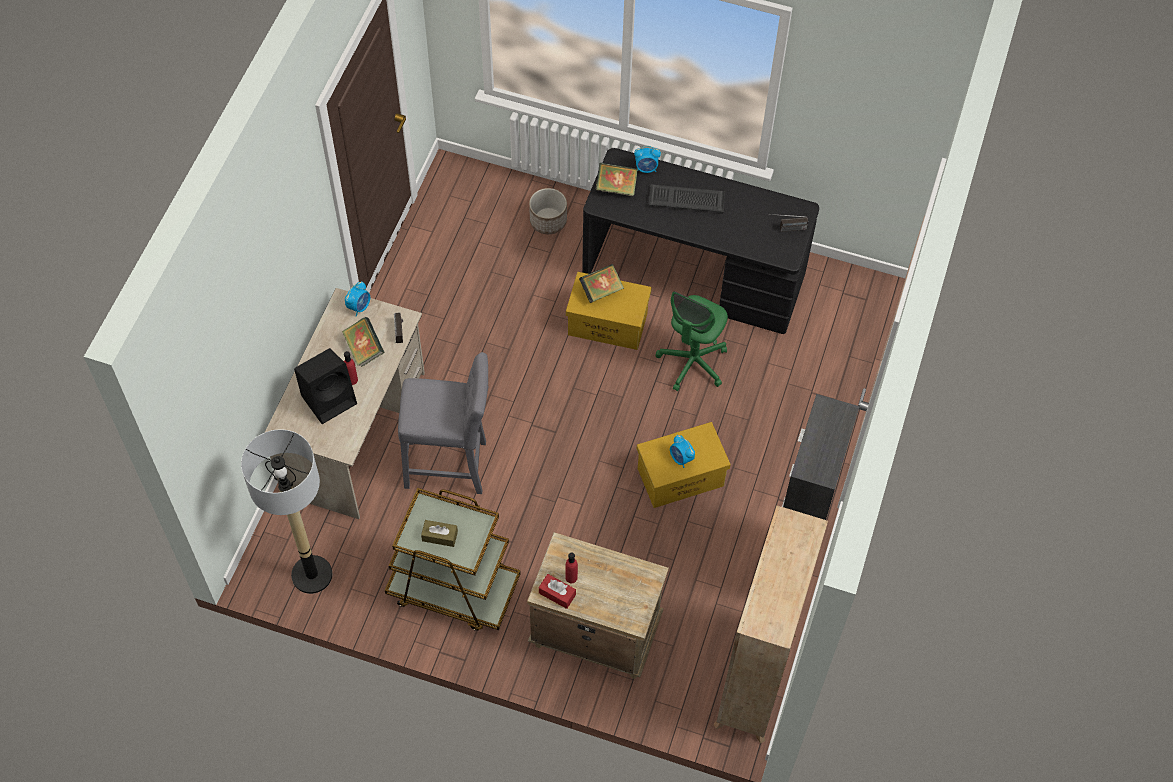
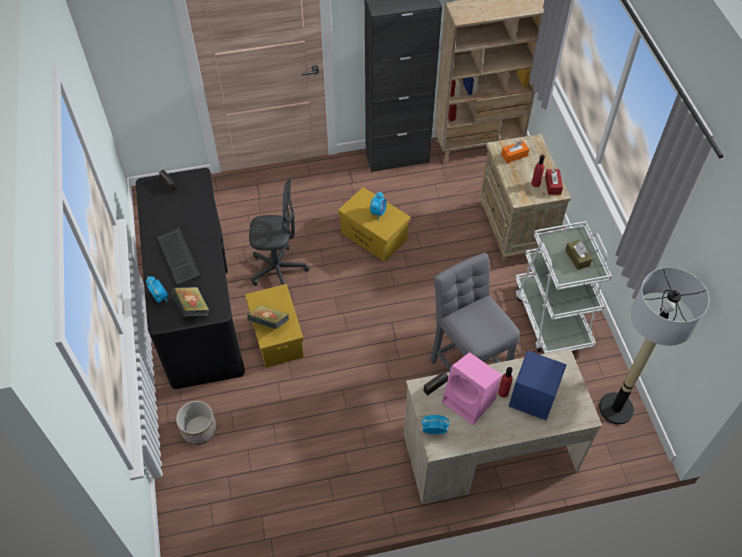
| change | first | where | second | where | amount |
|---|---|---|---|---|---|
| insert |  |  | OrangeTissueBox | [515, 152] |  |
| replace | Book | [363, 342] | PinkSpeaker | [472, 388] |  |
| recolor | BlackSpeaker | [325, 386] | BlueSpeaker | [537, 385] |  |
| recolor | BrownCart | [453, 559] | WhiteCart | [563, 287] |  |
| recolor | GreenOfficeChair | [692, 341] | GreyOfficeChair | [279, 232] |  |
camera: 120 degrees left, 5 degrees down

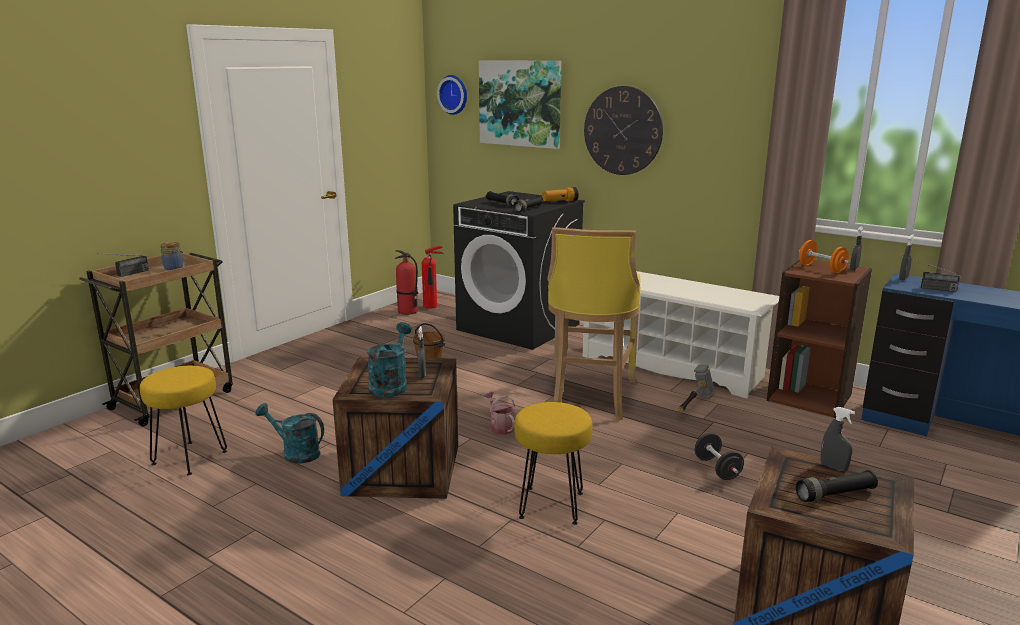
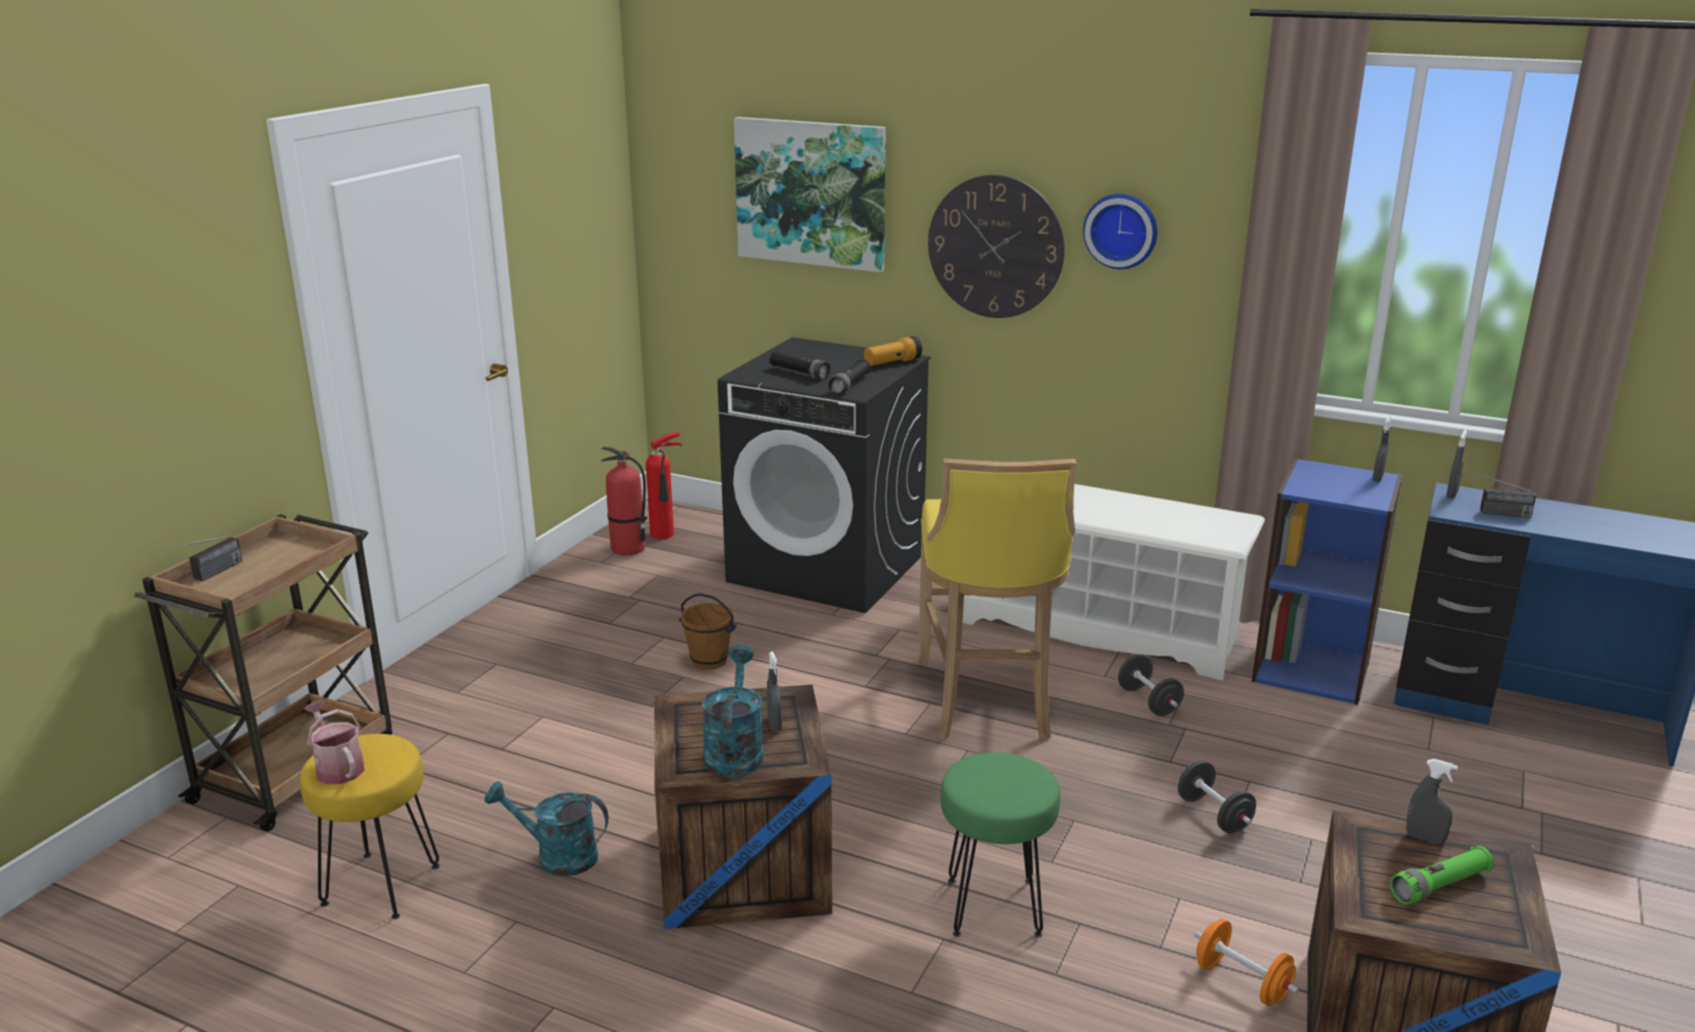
| change | first | where | second | where | amount |
|---|---|---|---|---|---|
| delete | Jar | [171, 256] |  |  |  |
| move | WallClock | [452, 95] |  | [1120, 231] |  |
| move | WateringCan | [499, 413] |  | [334, 742] |  |
| move | OrangeDumbbell | [824, 256] |  | [1246, 962] |  |
| replace | Hammer | [696, 389] | BlackDumbbell | [1151, 685] |  |
| recolor | YellowStool | [553, 463] | GreenStool | [1000, 844] |  |
| recolor | BrownBookcase | [819, 339] | BlueBookcase | [1327, 581] |  |
| recolor | BlackFlashlight | [837, 486] | GreenFlashlight | [1442, 875] |  |
camera: 10 degrees left, 5 degrees up

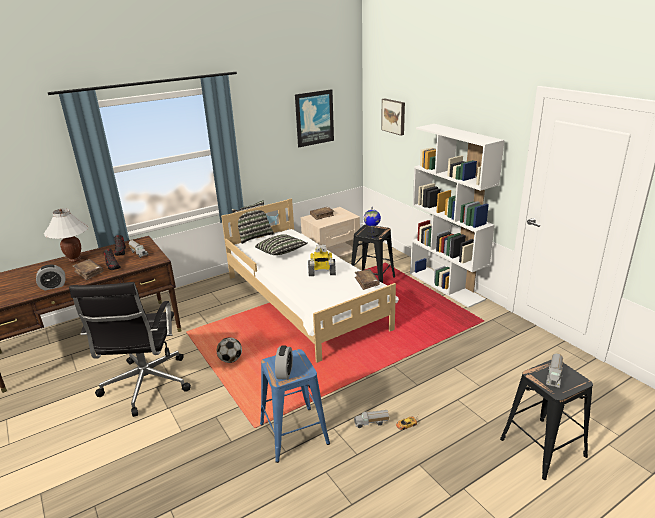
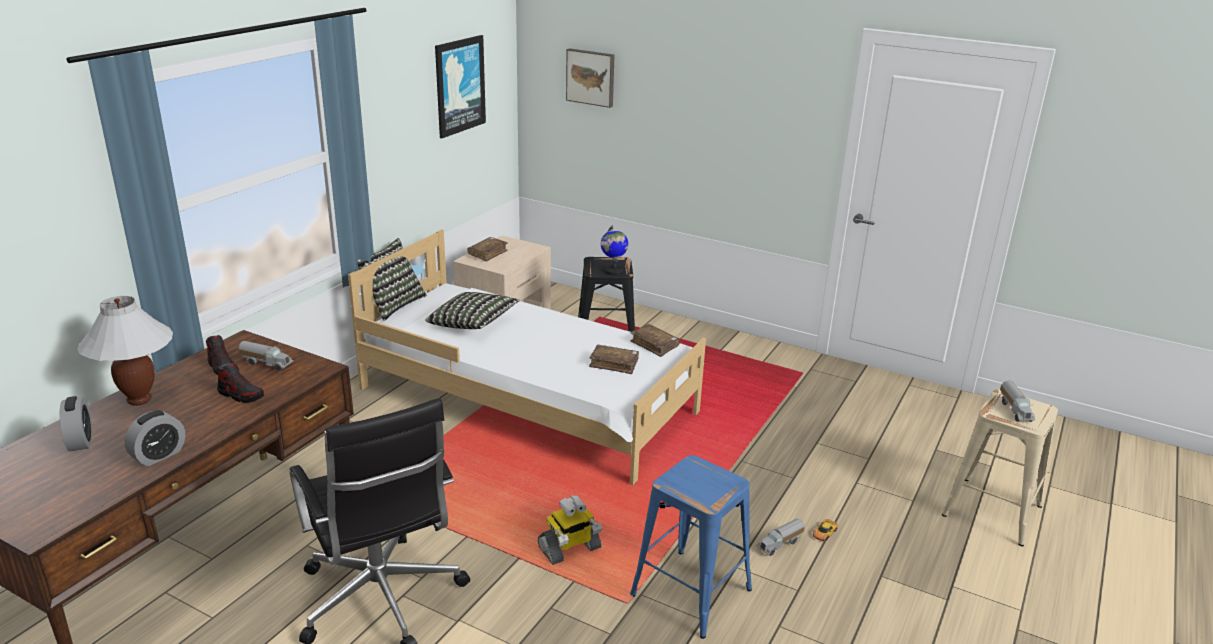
| change | first | where | second | where | amount |
|---|---|---|---|---|---|
| delete | Football | [229, 350] |  |  |  |
| delete | WhiteBookcase | [457, 216] |  |  |  |
| move | BrownBook | [88, 270] |  | [614, 359] |  |
| move | AlarmClock | [284, 363] |  | [76, 423] |  |
| move | ToyRobot | [322, 260] |  | [570, 530] |  |
| recolor | BlackStool | [546, 419] | BeigeStool | [1000, 468] |  |
camera: 30 degrees left, 0 degrees up

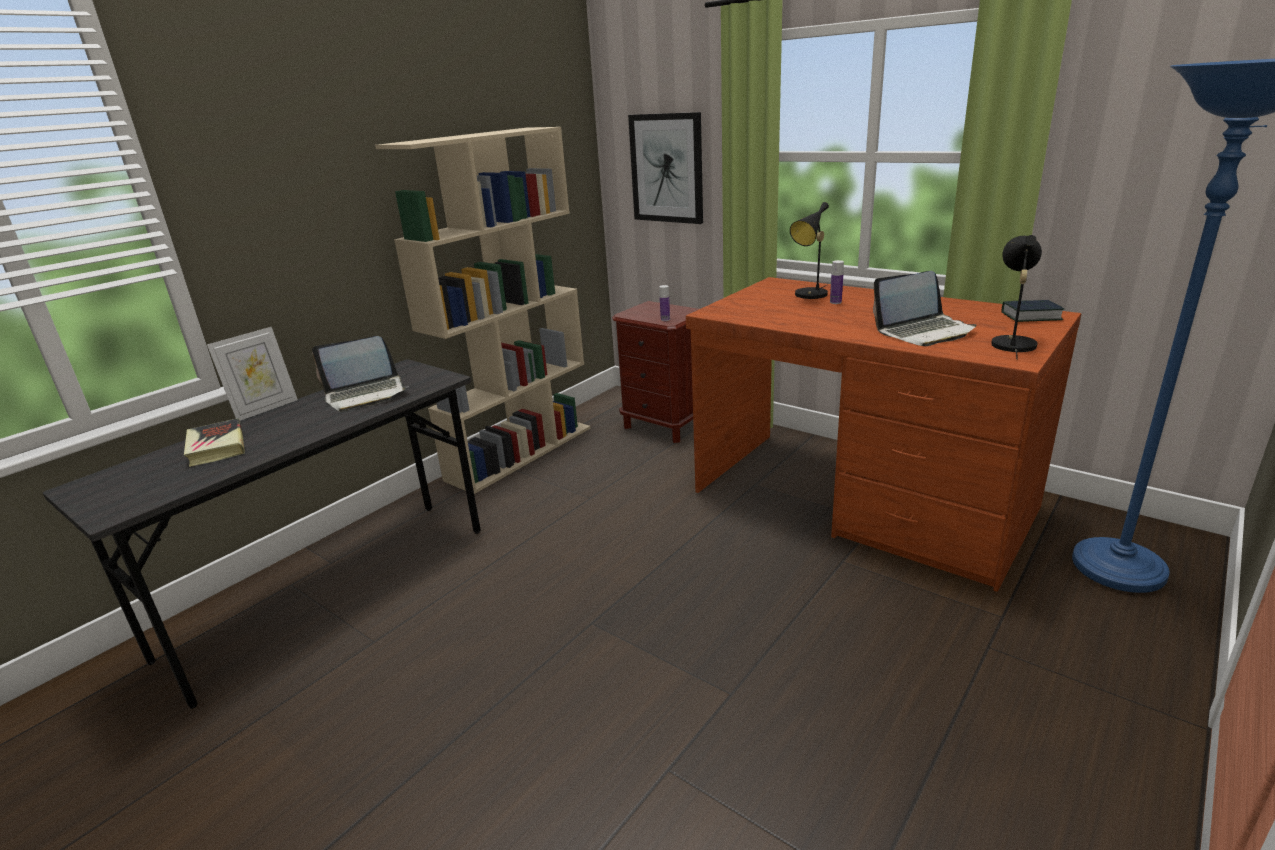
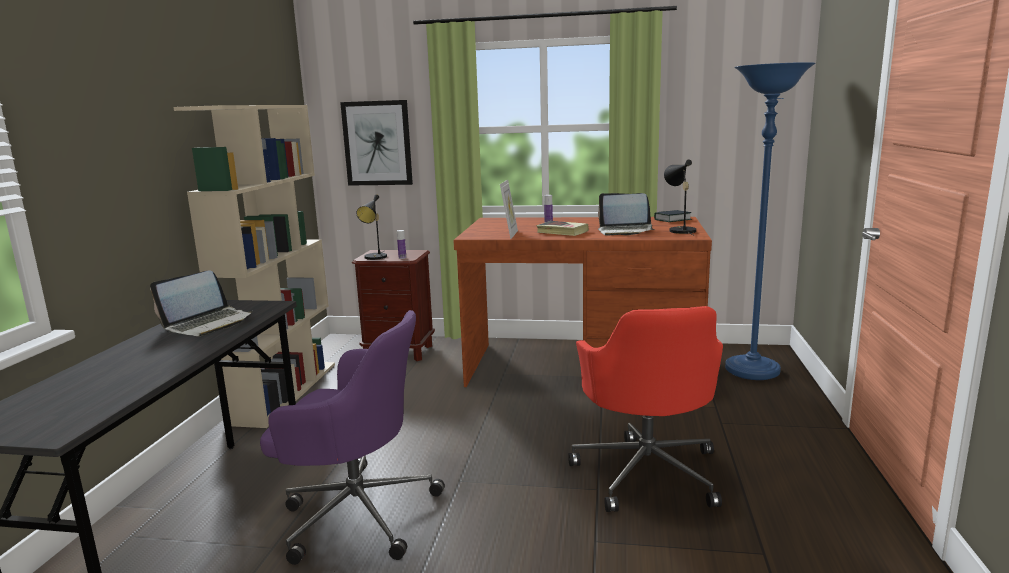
| change | first | where | second | where | amount |
|---|---|---|---|---|---|
| insert |  |  | PurpleOfficeChair | [352, 437] |  |
| insert |  |  | RedOfficeChair | [645, 409] |  |
| move | Book | [214, 442] |  | [563, 228] |  |
| move | PictureFrame | [252, 374] |  | [509, 209] |  |
| move | BlackTableLamp | [809, 250] |  | [371, 227] |  |
| rotate | Laptop | [925, 308] |  | [626, 214] | 60 degrees clockwise |
camera: 30 degrees left, 10 degrees down

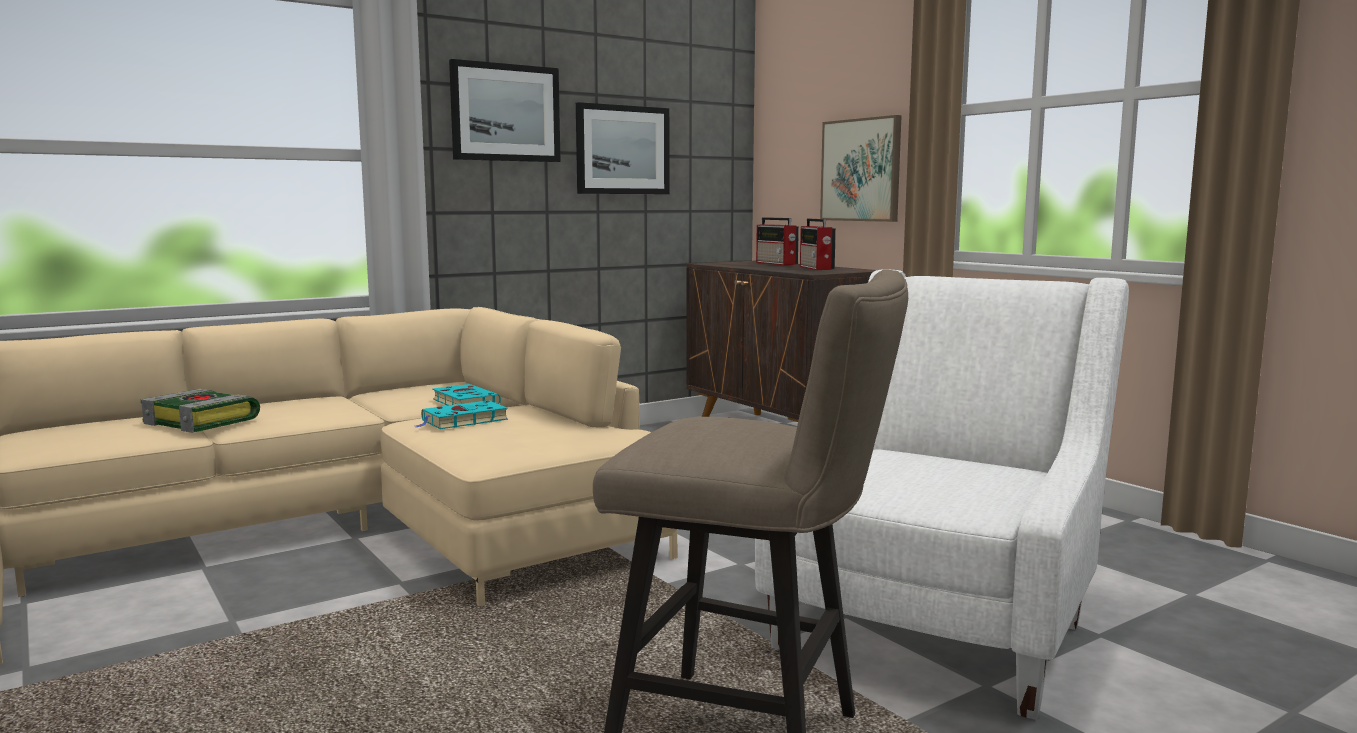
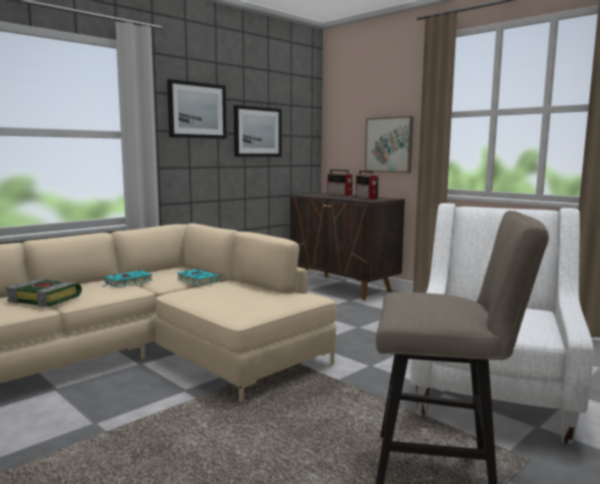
| change | first | where | second | where | amount |
|---|---|---|---|---|---|
| move | TurquoiseBook | [462, 414] |  | [127, 278] |  |
camera: 10 degrees left, 0 degrees up

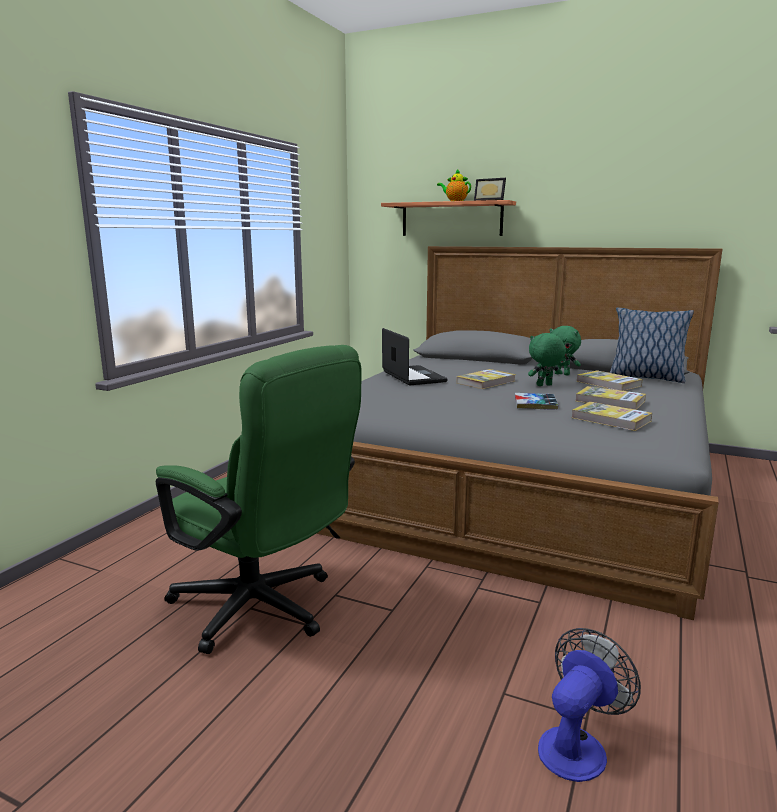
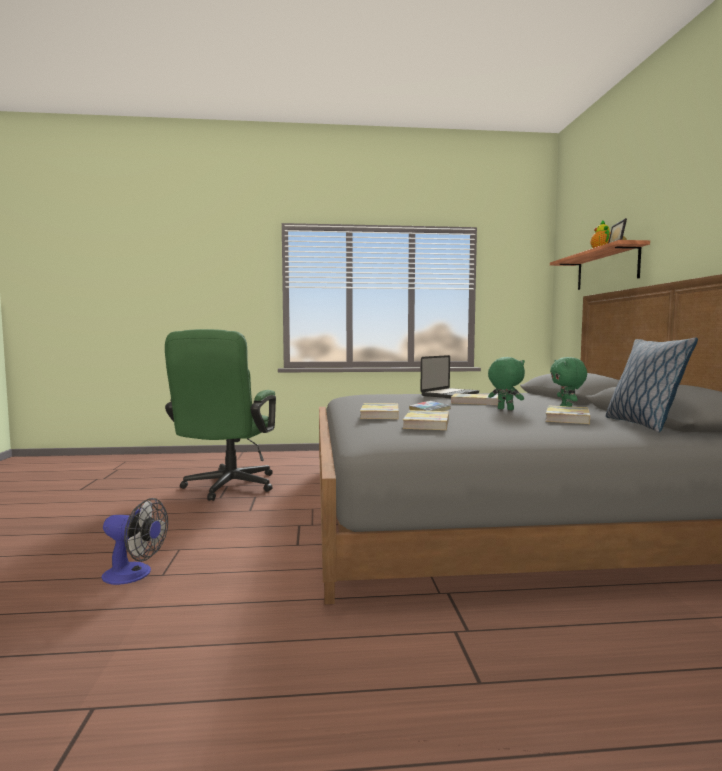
| change | first | where | second | where | amount |
|---|---|---|---|---|---|
| move | Book | [611, 398] |  | [379, 411] |  |
camera: 60 degrees right, 10 degrees down

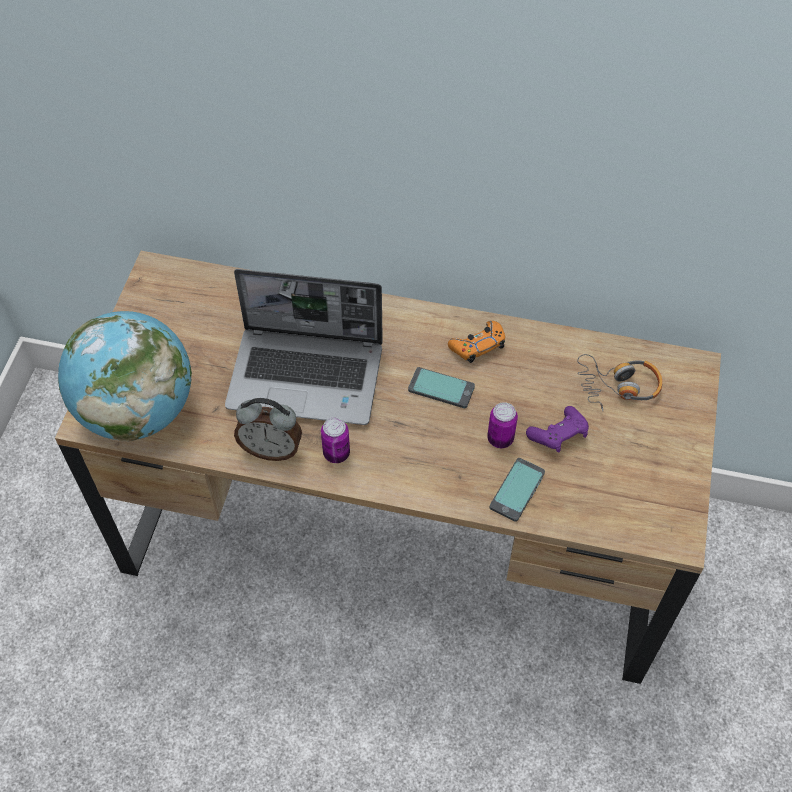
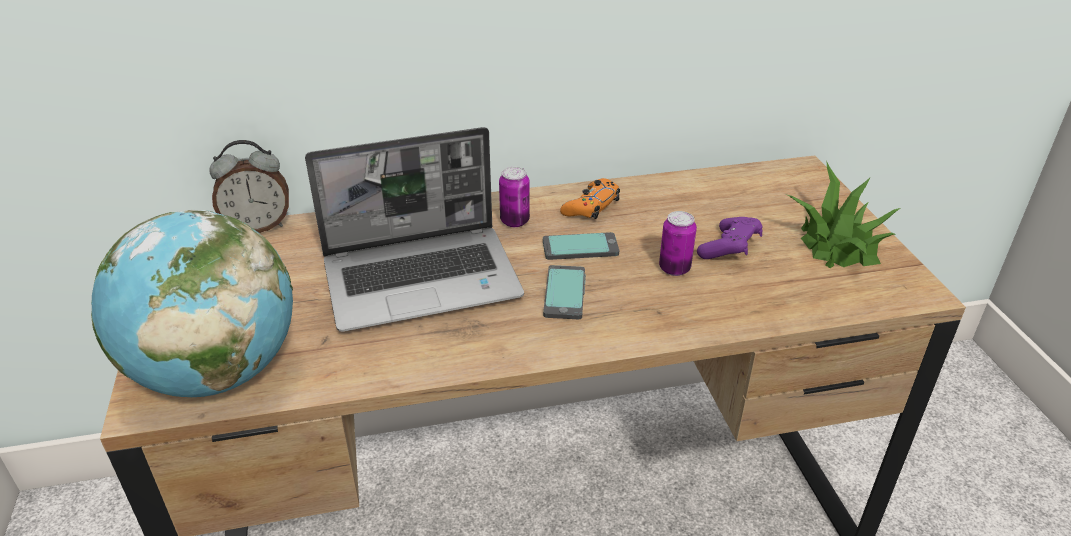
| change | first | where | second | where | amount |
|---|---|---|---|---|---|
| delete | Headphones | [619, 382] |  |  |  |
| insert |  |  | PottedPlant | [843, 215] |  |
| move | AlarmClock | [268, 429] |  | [249, 186] |  |
| move | Can | [335, 440] |  | [514, 197] |  |
| move | Phone | [517, 490] |  | [564, 292] |  |
camera: 25 degrees left, 20 degrees down

